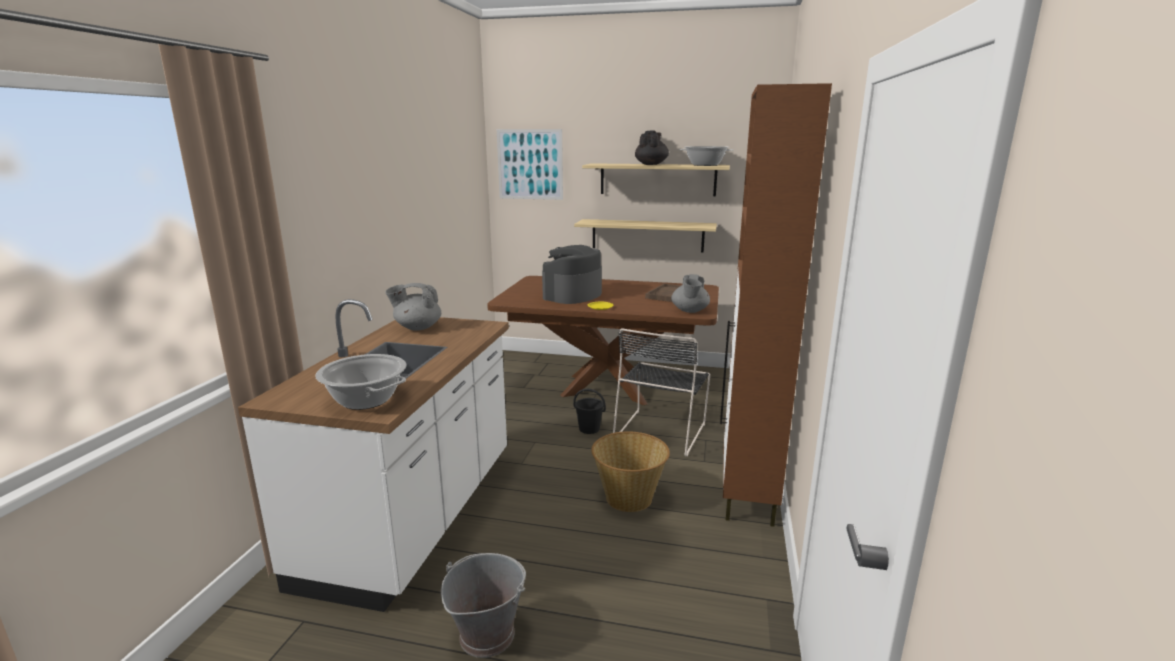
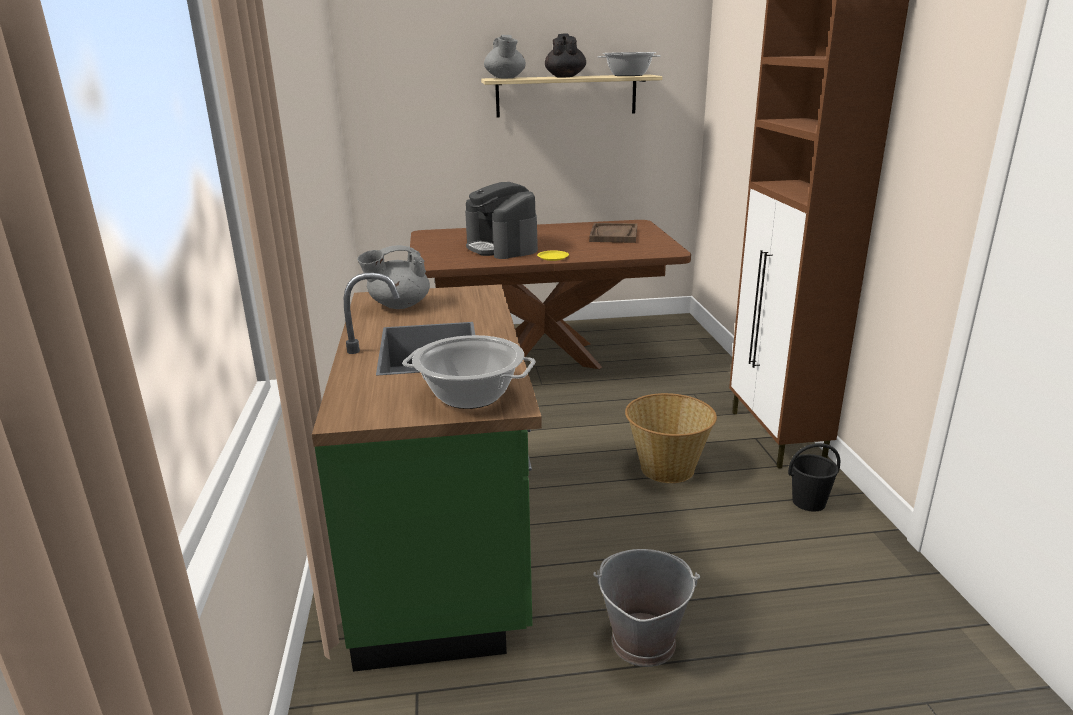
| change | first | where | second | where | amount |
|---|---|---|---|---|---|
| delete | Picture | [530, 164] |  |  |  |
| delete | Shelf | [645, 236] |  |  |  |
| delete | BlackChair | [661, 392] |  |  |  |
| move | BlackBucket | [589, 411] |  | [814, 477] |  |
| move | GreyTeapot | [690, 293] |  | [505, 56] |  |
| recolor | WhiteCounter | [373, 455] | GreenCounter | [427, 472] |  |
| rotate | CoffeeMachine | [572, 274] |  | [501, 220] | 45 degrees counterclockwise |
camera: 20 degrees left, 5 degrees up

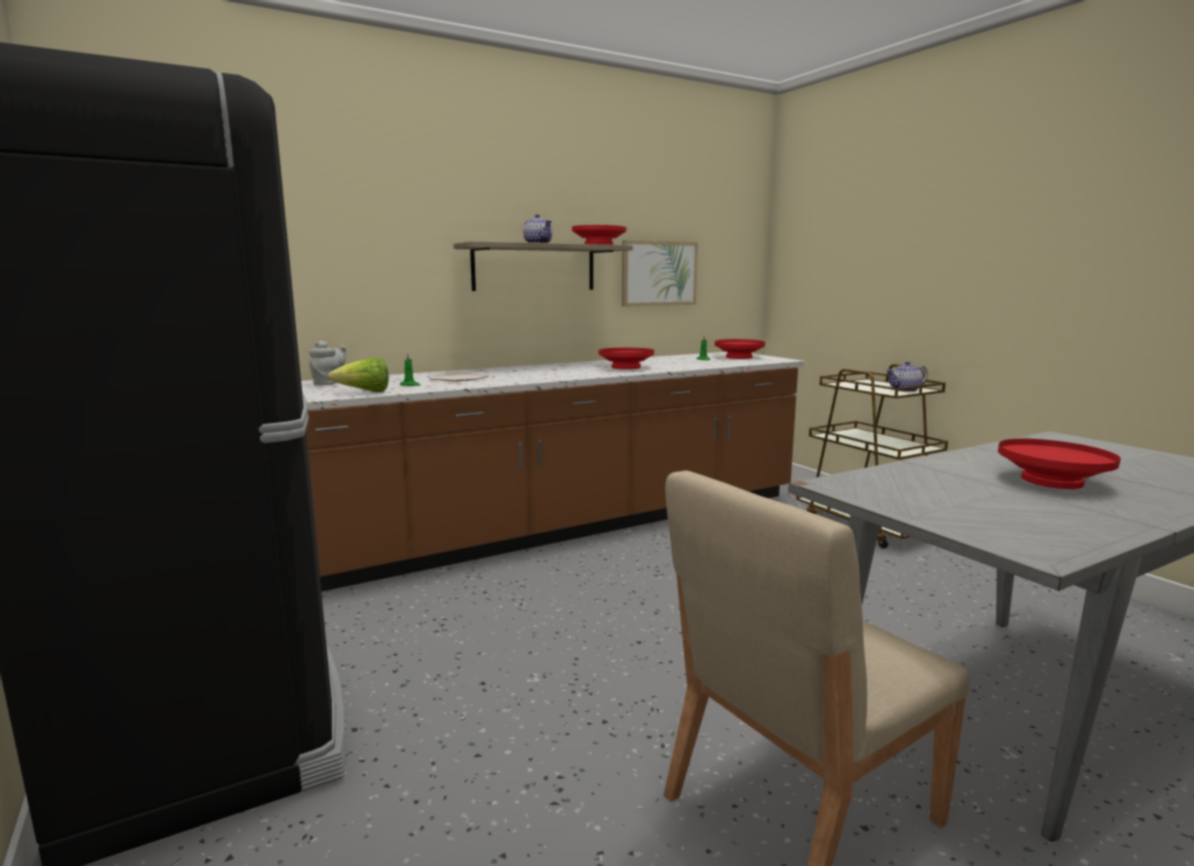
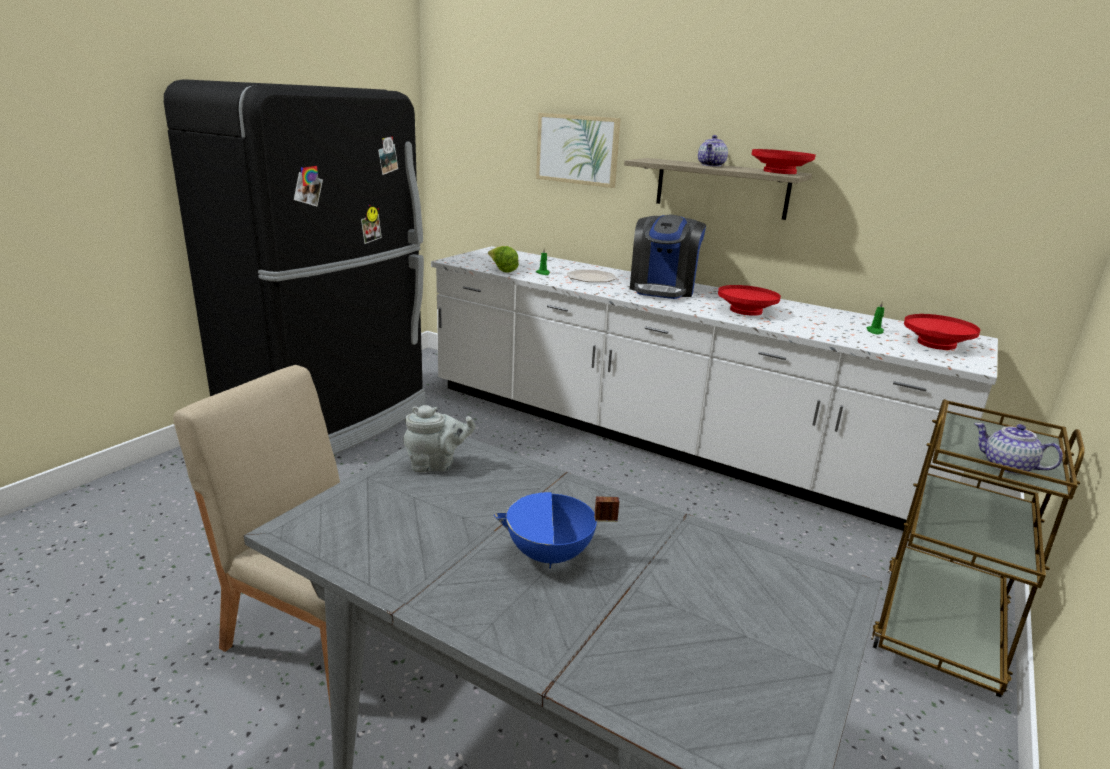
| change | first | where | second | where | amount |
|---|---|---|---|---|---|
| insert |  |  | CoffeeMachine | [668, 257] |  |
| move | GreyTeapot | [327, 363] |  | [439, 438] |  |
| move | Picture | [660, 273] |  | [578, 150] |  |
| replace | RedBowl | [1059, 464] | BlueCookingPot | [556, 530] |  |
| recolor | BrownCounter | [552, 472] | WhiteCounter | [714, 389] |  |
camera: 60 degrees right, 10 degrees up

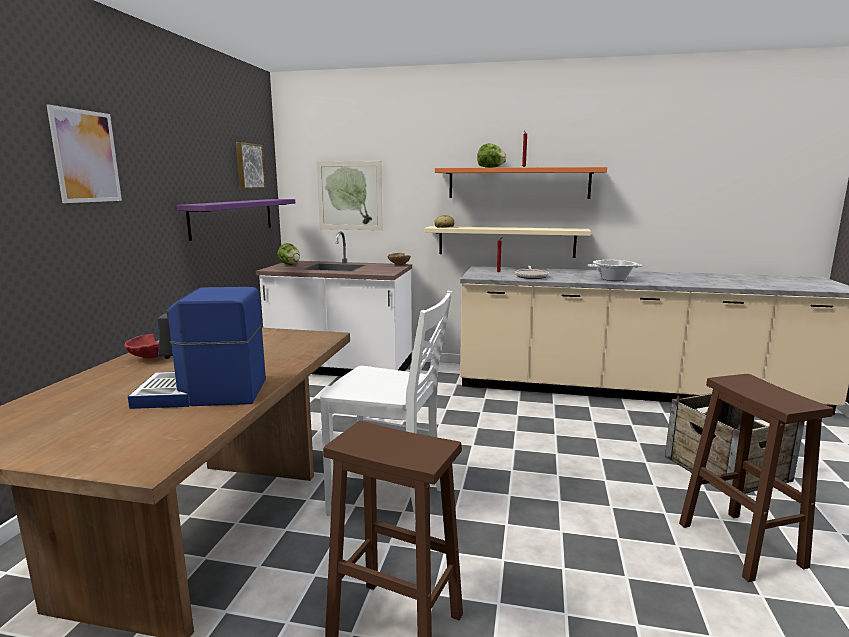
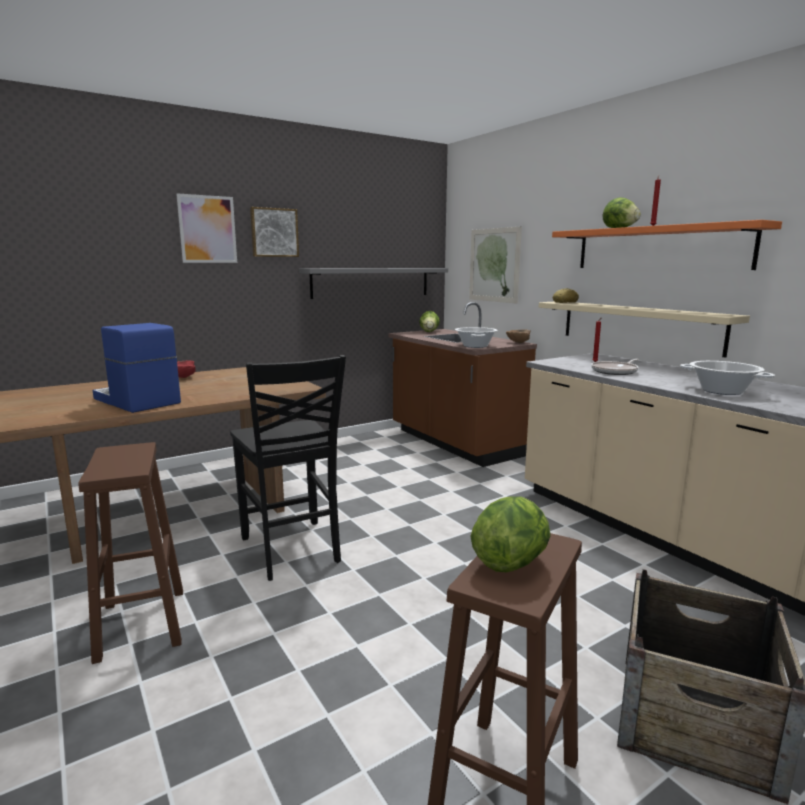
| change | first | where | second | where | amount |
|---|---|---|---|---|---|
| insert |  |  | CookingPot | [476, 337] |  |
| insert |  |  | Lettuce | [511, 534] |  |
| move | Picture | [251, 165] |  | [274, 232] |  |
| recolor | PurpleShelf | [236, 220] | GreyShelf | [373, 283] |  |
| recolor | WhiteCounter | [334, 303] | BrownCounter | [462, 384] |  |
| recolor | WhiteChair | [386, 404] | BlackChair | [288, 468] |  |
camera: 45 degrees right, 0 degrees up

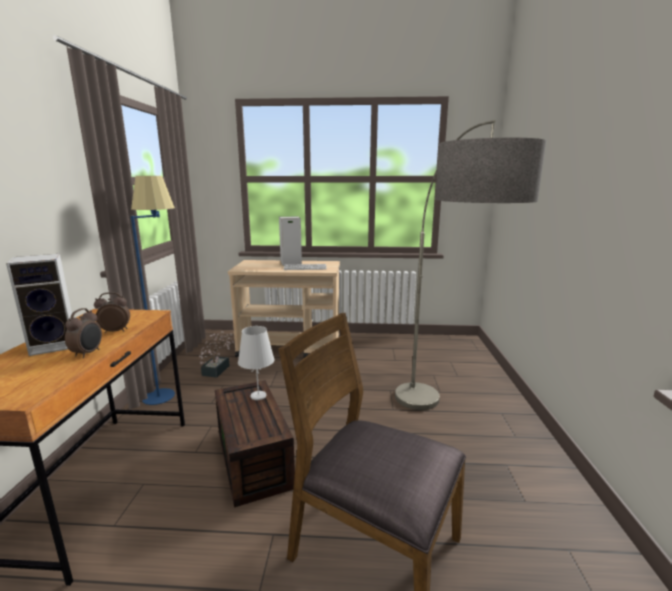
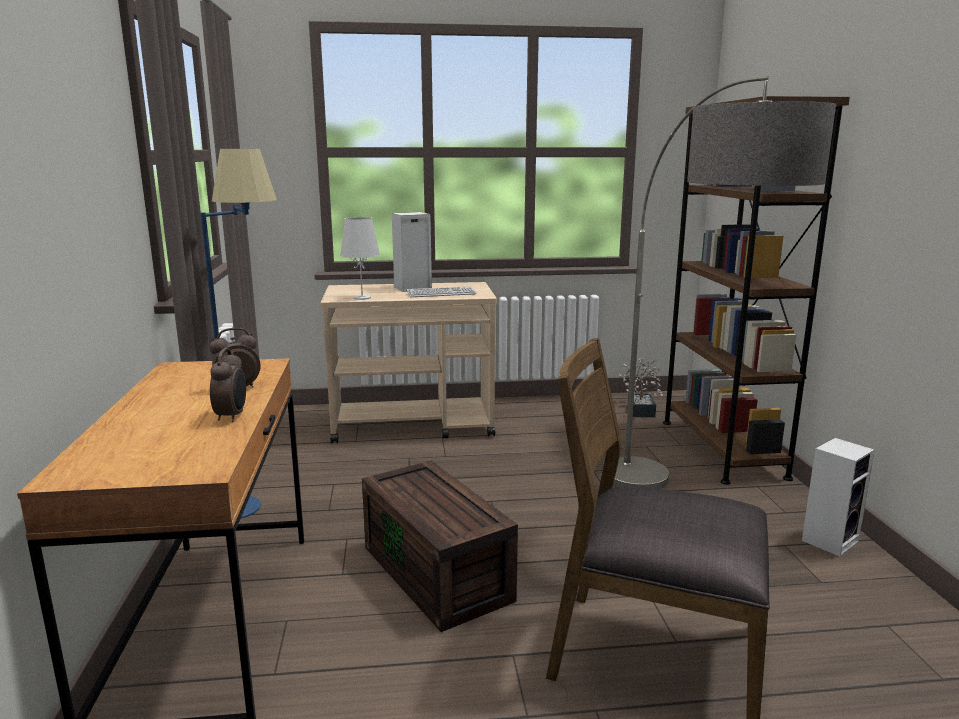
| change | first | where | second | where | amount |
|---|---|---|---|---|---|
| insert |  |  | BrownBookcase | [756, 290] |  |
| move | Speaker | [39, 305] |  | [838, 497] |  |
| move | PottedPlant | [216, 354] |  | [641, 387] |  |
| move | WhiteTableLamp | [256, 363] |  | [360, 258] |  |
camera: 10 degrees left, 0 degrees up

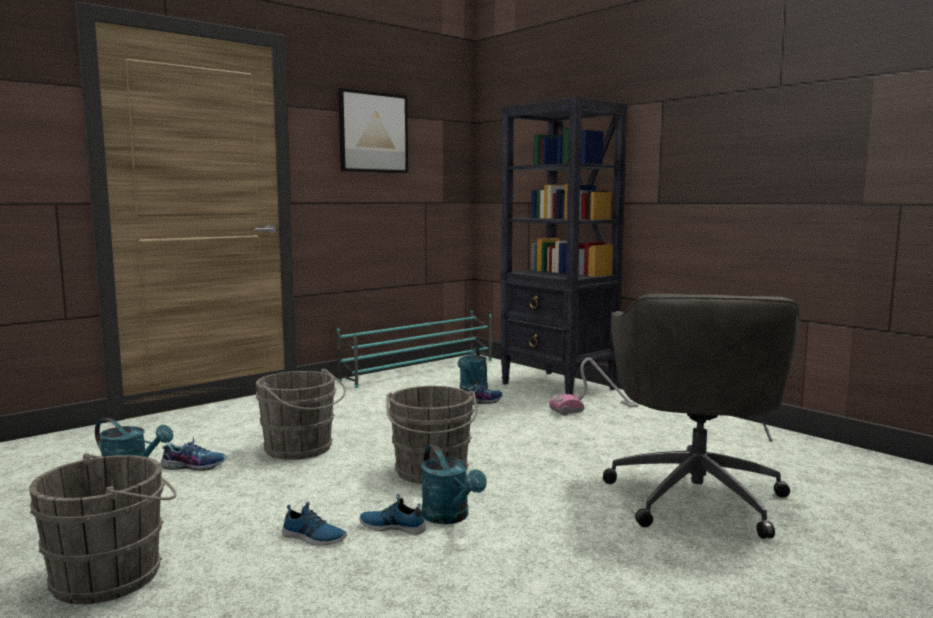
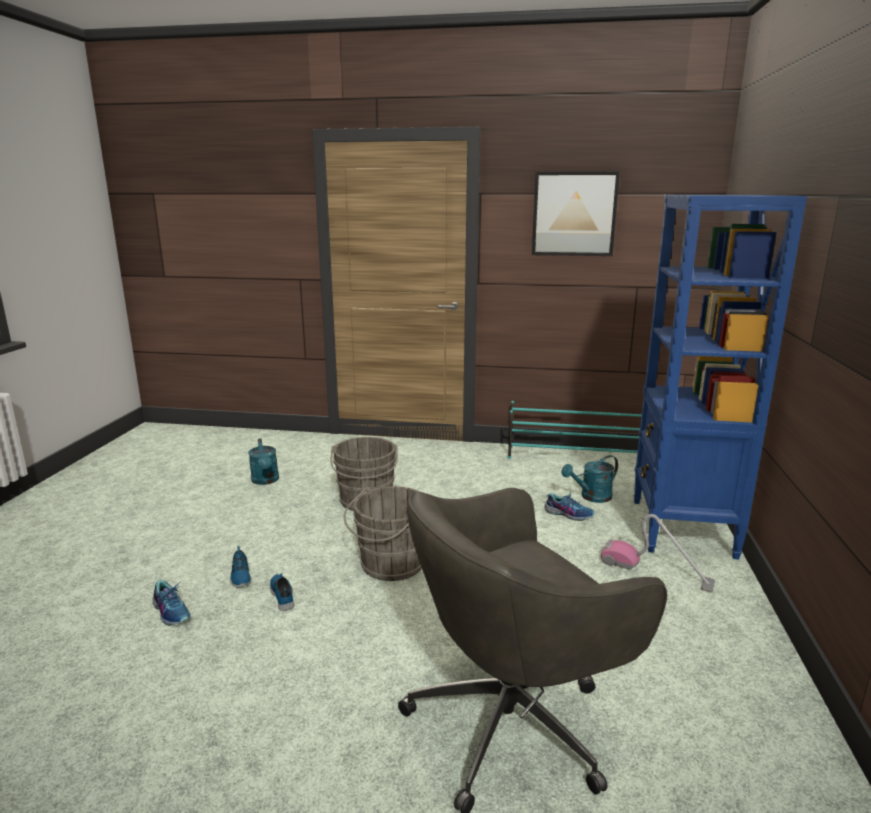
| change | first | where | second | where | amount |
|---|---|---|---|---|---|
| delete | GreyBucket | [103, 528] |  |  |  |
| delete | TurquoiseWateringCan | [454, 484] |  |  |  |
| move | Shoe | [194, 454] |  | [172, 603] |  |
| recolor | BlackBookcase | [564, 246] | BlueBookcase | [720, 377] |  |
camera: 50 degrees right, 10 degrees up

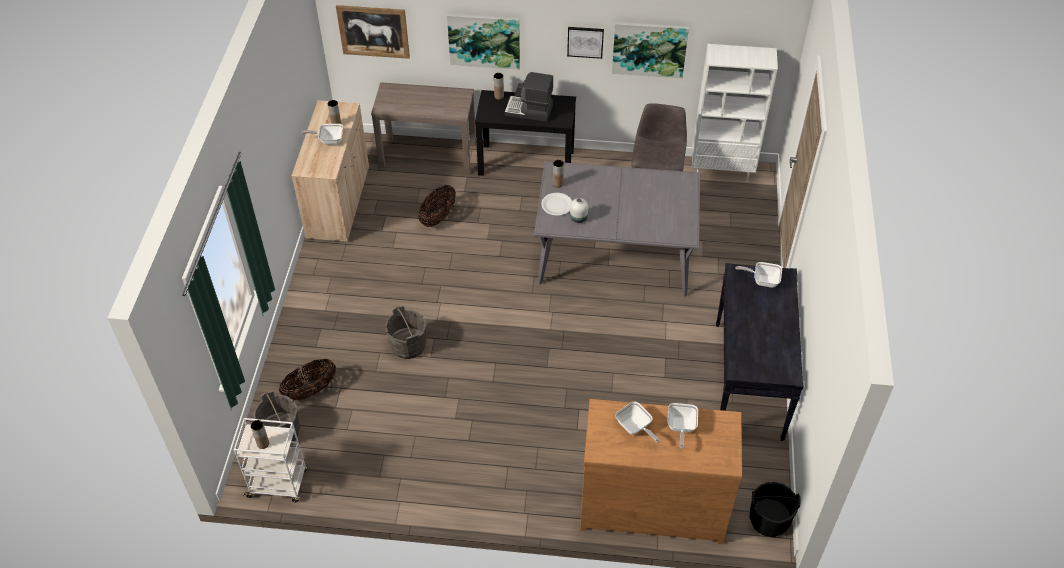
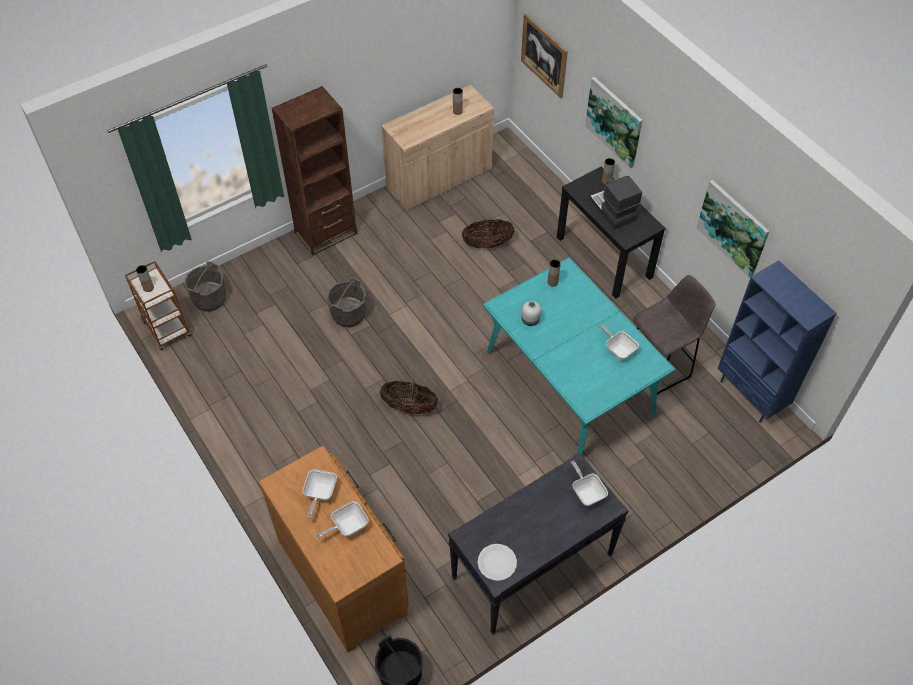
| change | first | where | second | where | amount |
|---|---|---|---|---|---|
| delete | BrownConsoleTable | [423, 128] |  |  |  |
| delete | Picture | [585, 43] |  |  |  |
| insert |  |  | BrownBookcase | [314, 171] |  |
| move | Basket | [307, 380] |  | [409, 397] |  |
| move | FryingPan | [322, 134] |  | [618, 342] |  |
| move | WhitePlate | [556, 204] |  | [497, 562] |  |
| recolor | WhiteCart | [271, 460] | BrownCart | [158, 305] |  |
| recolor | GreyDiningTable | [617, 229] | TurquoiseDiningTable | [579, 356] |  |
| recolor | WhiteBookcase | [735, 113] | BlueBookcase | [777, 341] |  |
camera: 50 degrees right, 5 degrees up

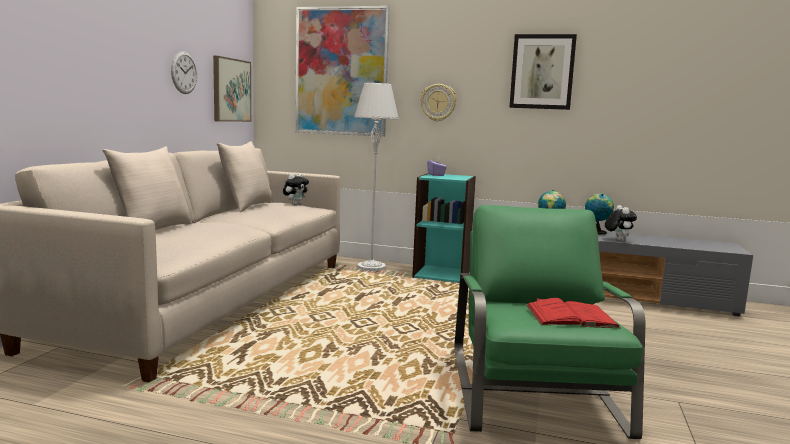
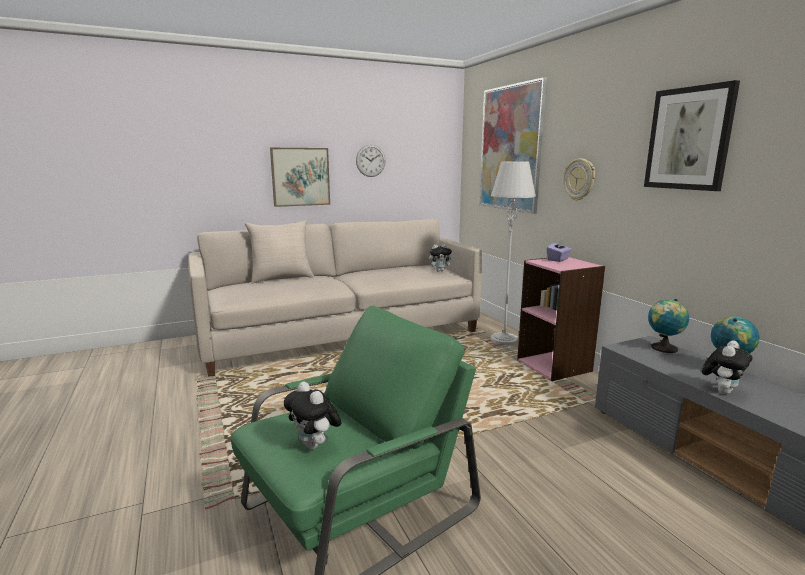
| change | first | where | second | where | amount |
|---|---|---|---|---|---|
| delete | BeigePillow | [244, 176] |  |  |  |
| move | Picture | [232, 89] |  | [300, 177] |  |
| replace | RedBook | [573, 313] | PlushToy | [312, 416] |  |
| recolor | TurquoiseBookcase | [444, 228] | PinkBookcase | [561, 319] |  |
camera: 50 degrees right, 5 degrees up

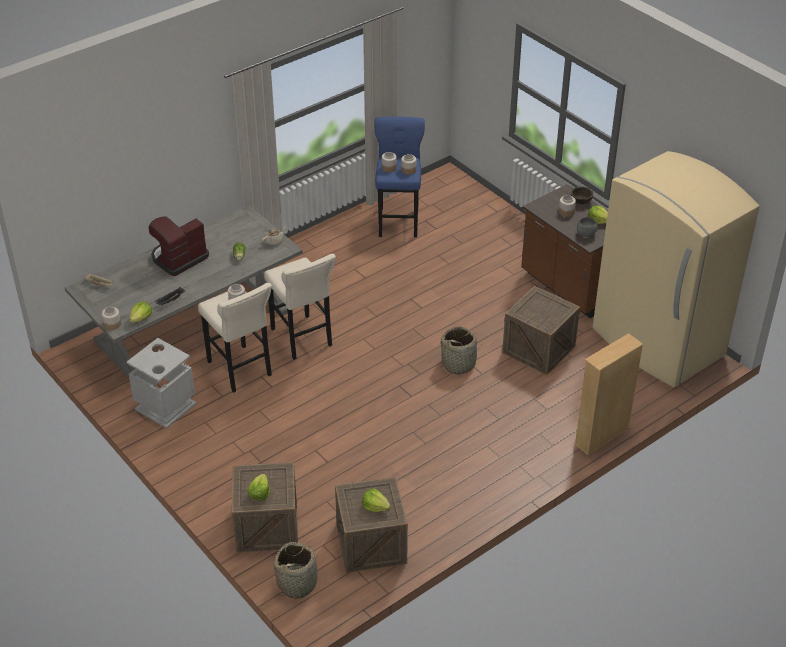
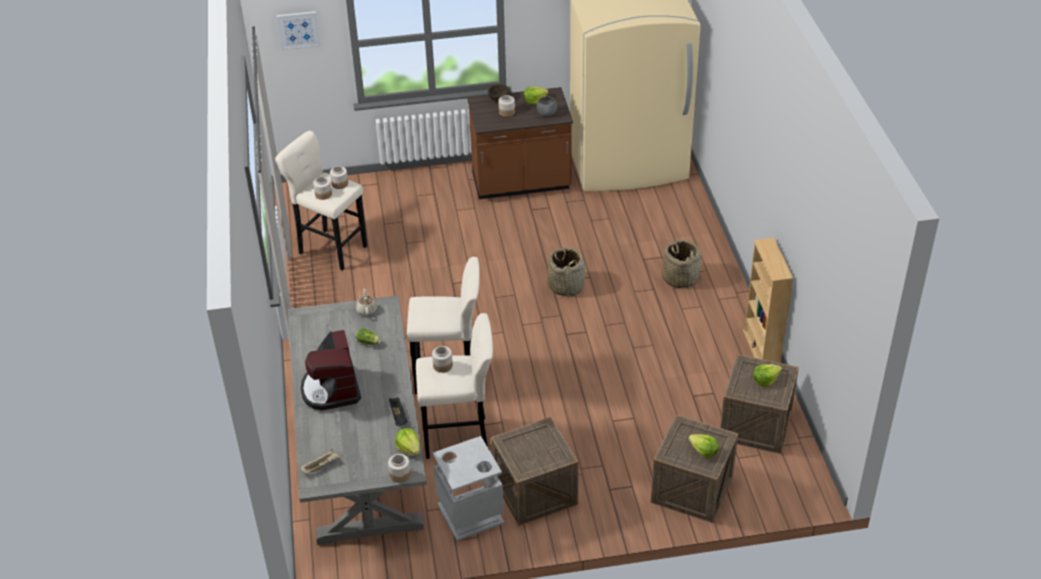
| change | first | where | second | where | amount |
|---|---|---|---|---|---|
| insert |  |  | Picture | [298, 30] |  |
| move | Basket | [296, 570] |  | [681, 264] |  |
| move | Crate | [541, 330] |  | [535, 471] |  |
| move | BeigeBookcase | [609, 394] |  | [768, 300] |  |
| recolor | BlueStool | [399, 176] | BeigeStool | [321, 200] |  |
camera: 60 degrees left, 0 degrees up

